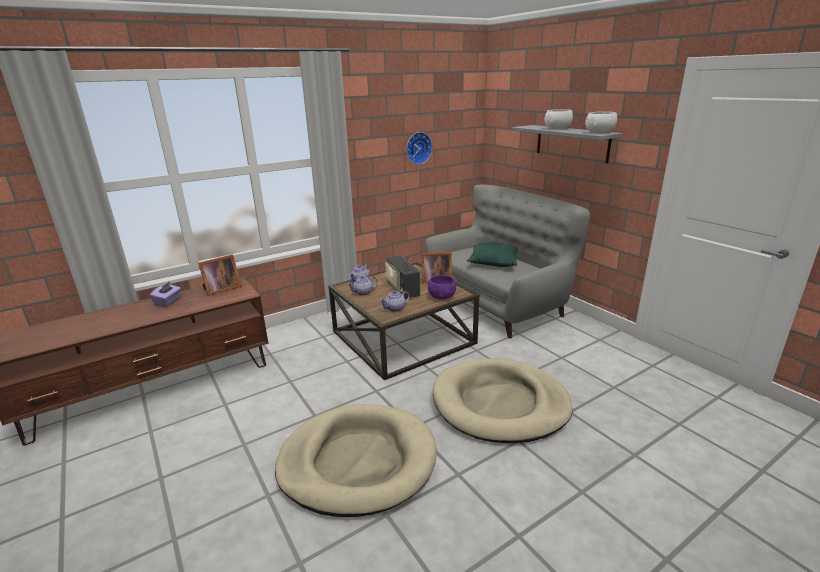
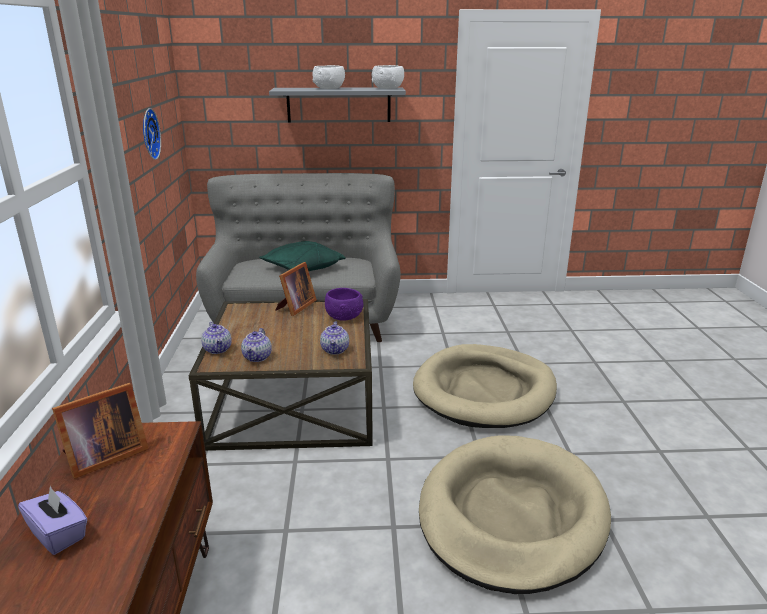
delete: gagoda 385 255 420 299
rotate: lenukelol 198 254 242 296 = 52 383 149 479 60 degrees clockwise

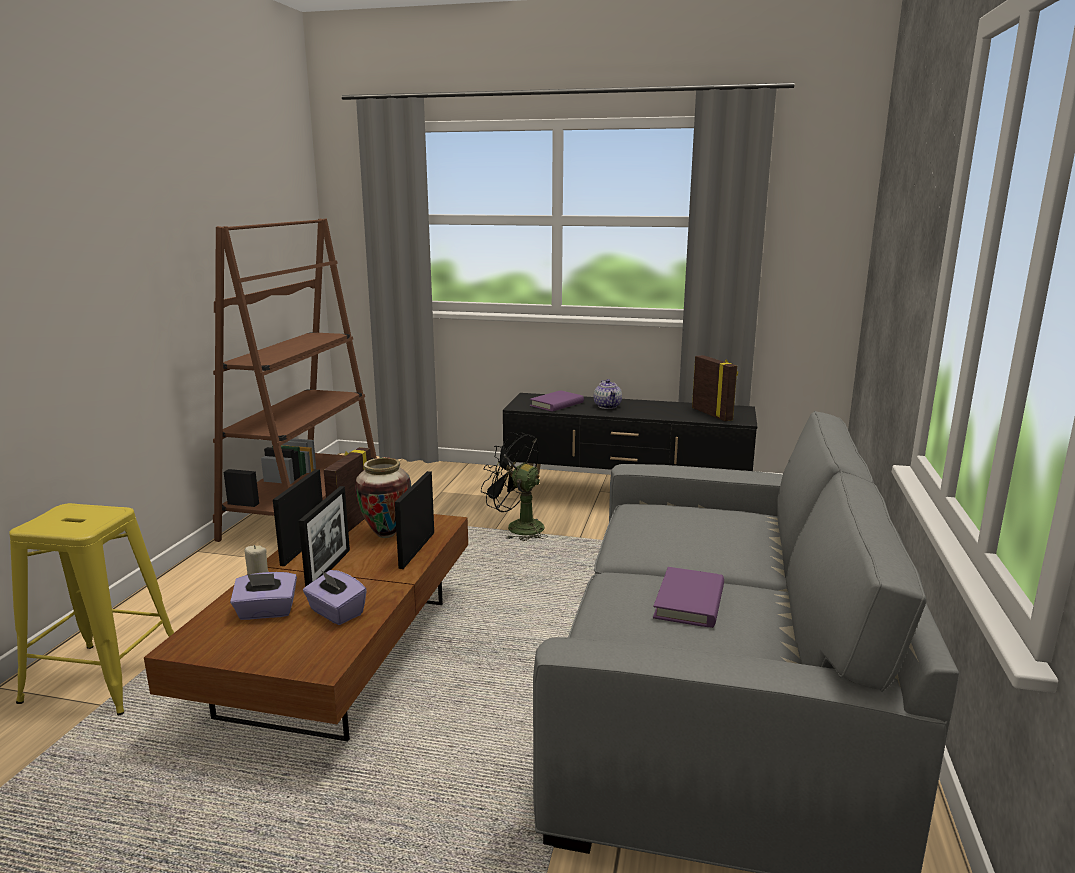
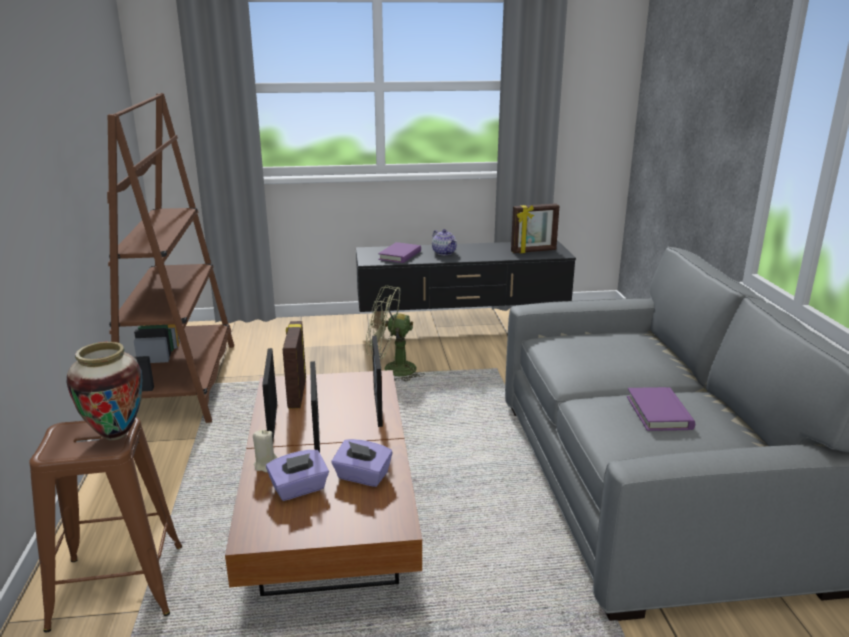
move: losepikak 355 458 411 538 to 67 341 142 440
recolor: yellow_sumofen 9 503 174 715 to brown_sumofen 29 417 182 633; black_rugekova 481 432 548 541 to green_rugekova 366 286 425 382
rotate: lenukelol 692 355 738 421 = 511 203 560 253 120 degrees clockwise

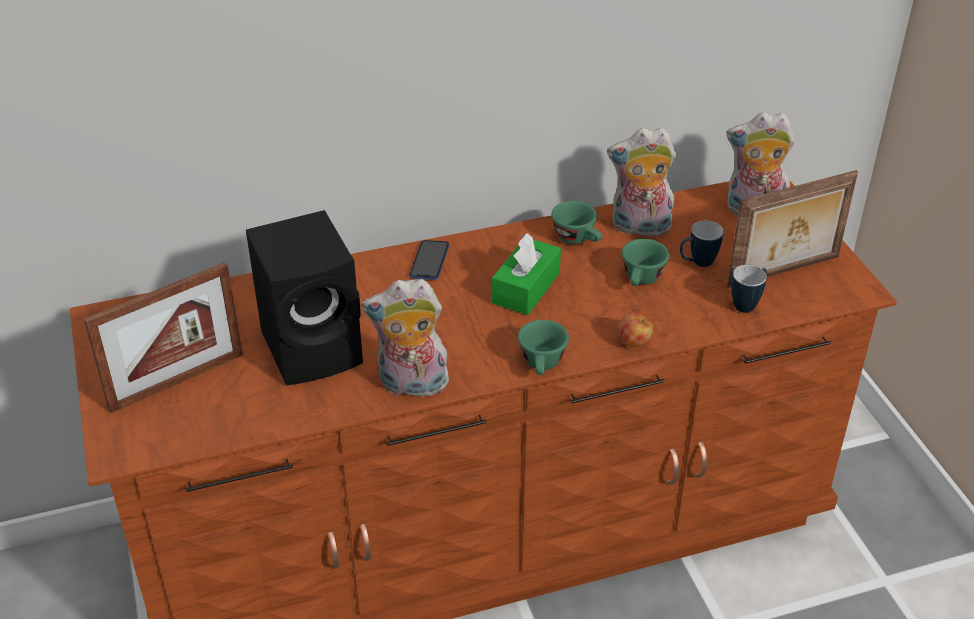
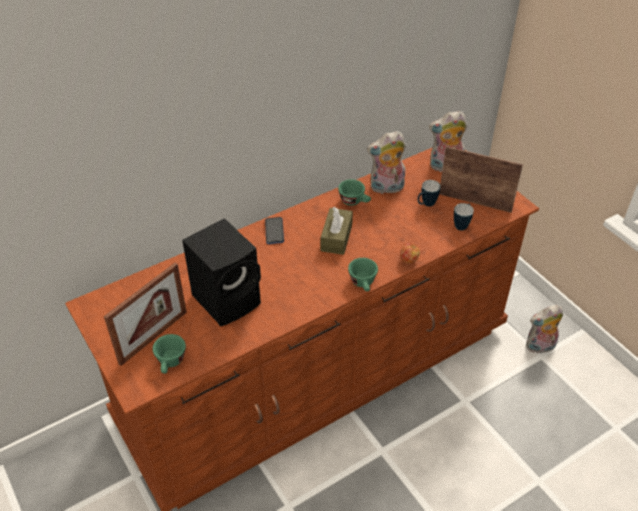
move: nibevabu 361 279 449 397 to 526 305 563 353; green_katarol 622 239 669 286 to 153 334 186 374
recolor: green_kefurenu 492 233 561 315 to brown_kefurenu 321 207 353 255
rotate: lenukelol 727 170 858 288 = 439 146 523 213 120 degrees counterclockwise

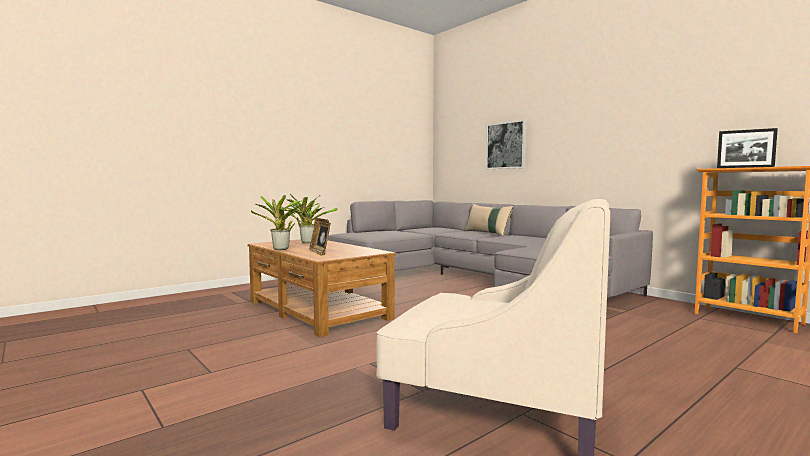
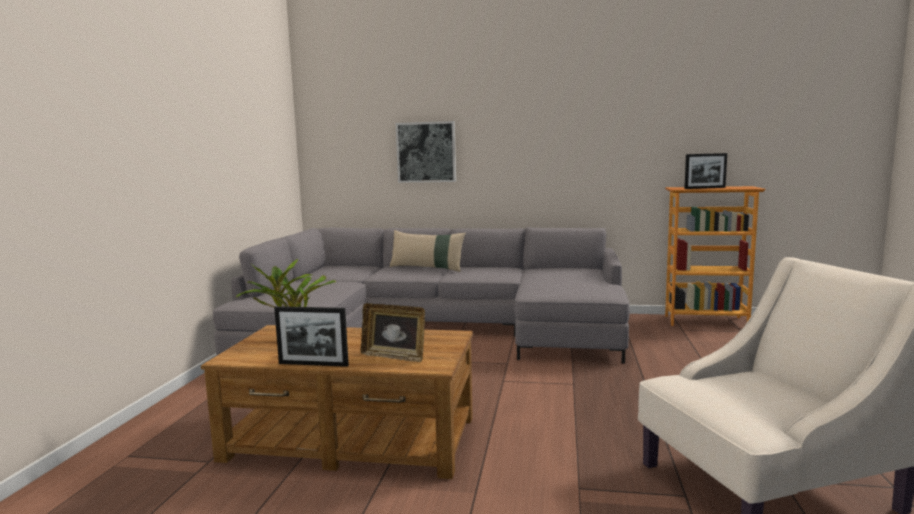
replace: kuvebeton 251 195 304 250 to lenukelol 274 306 349 367

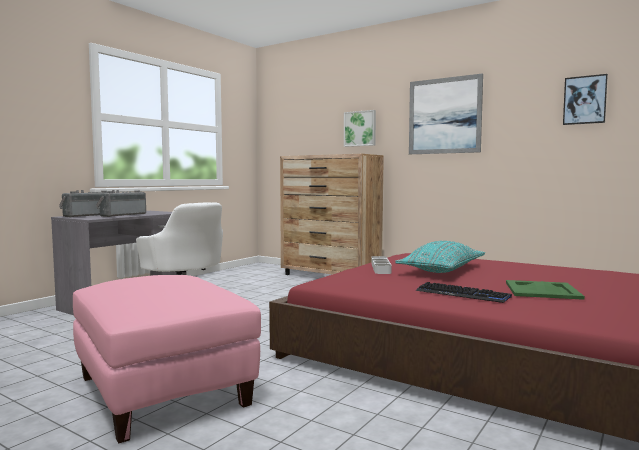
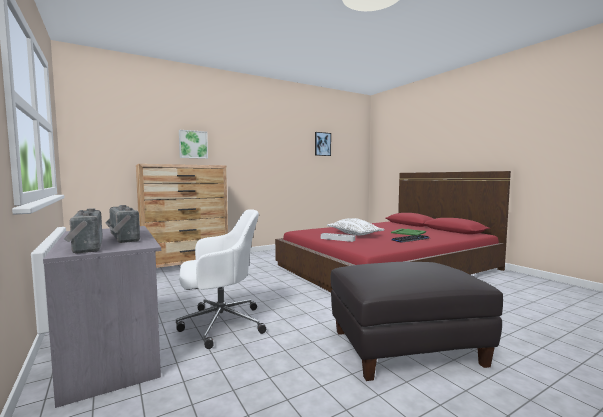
delete: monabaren 409 73 483 154
recolor: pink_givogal 73 275 261 444 to black_givogal 331 262 503 381; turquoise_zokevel 395 241 485 273 to white_zokevel 327 218 385 236

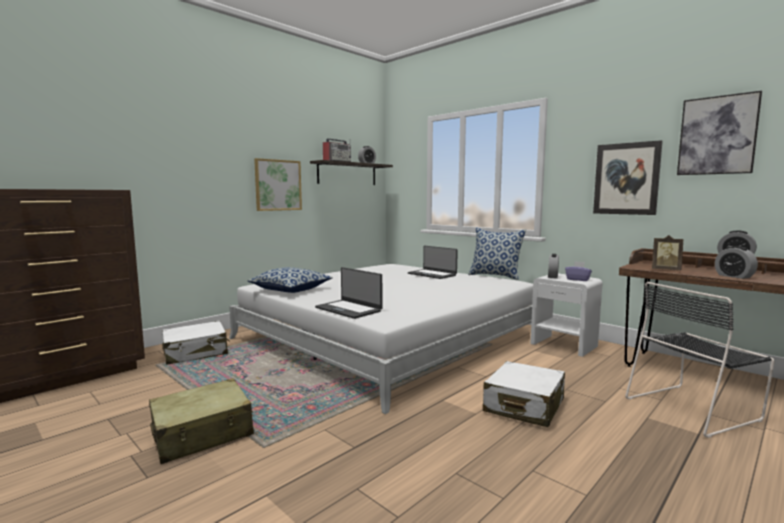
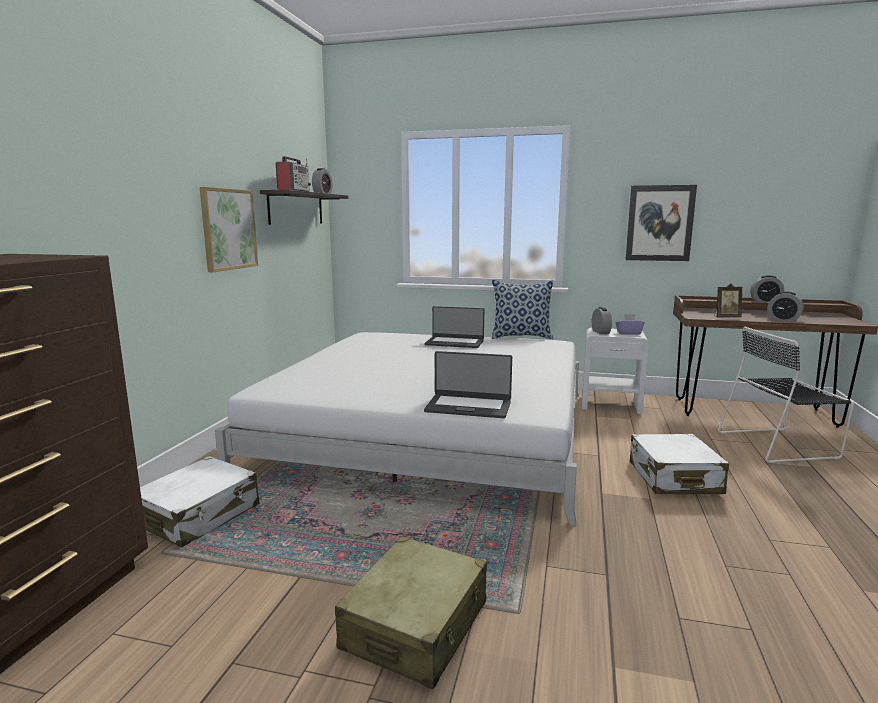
delete: zokevel 248 267 333 293; monabaren 677 90 762 175
rotate: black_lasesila 625 282 775 438 = 718 327 854 463 45 degrees clockwise

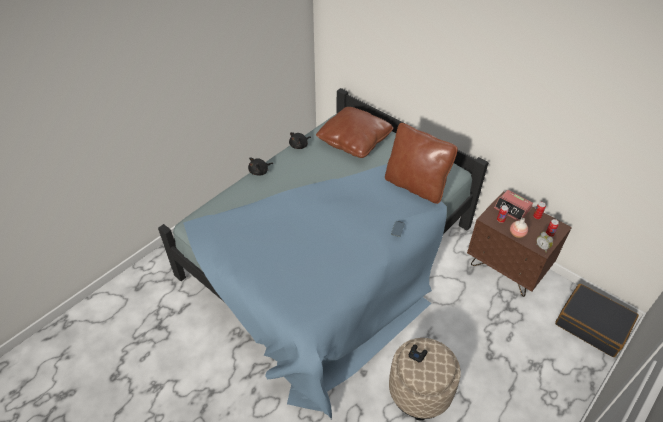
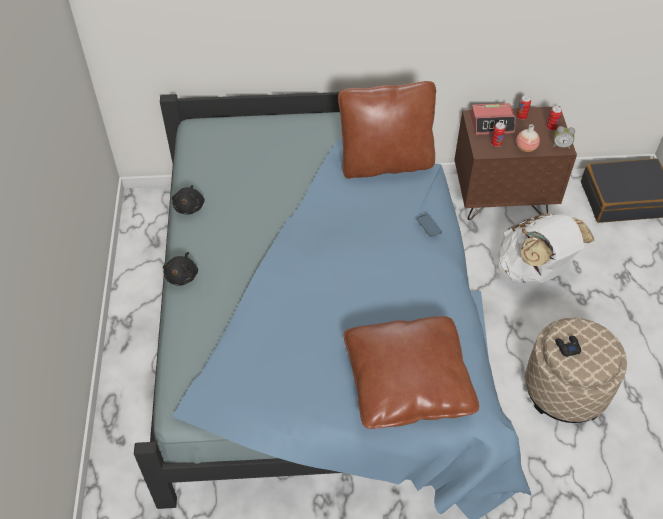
insert: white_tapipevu 497 213 595 284
move: brown_zokevel 316 107 394 158 to 344 316 479 429

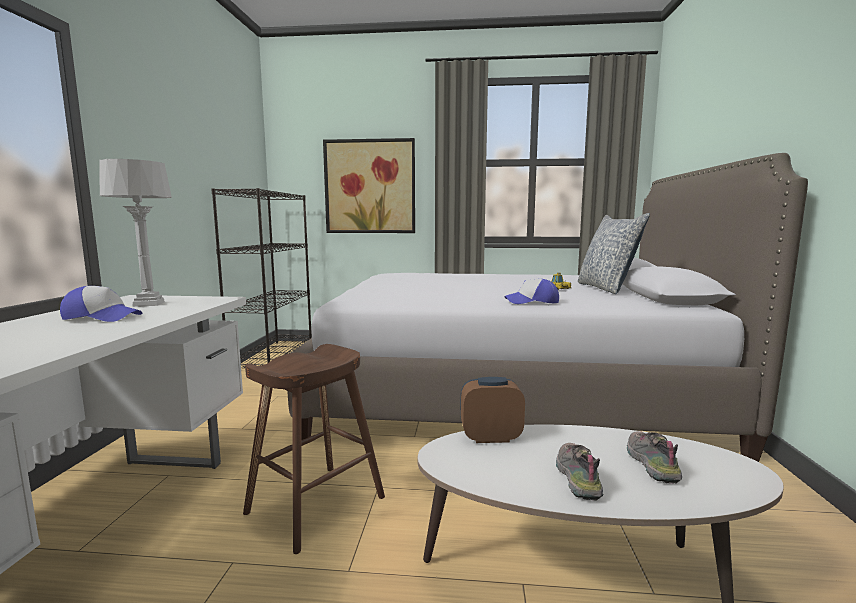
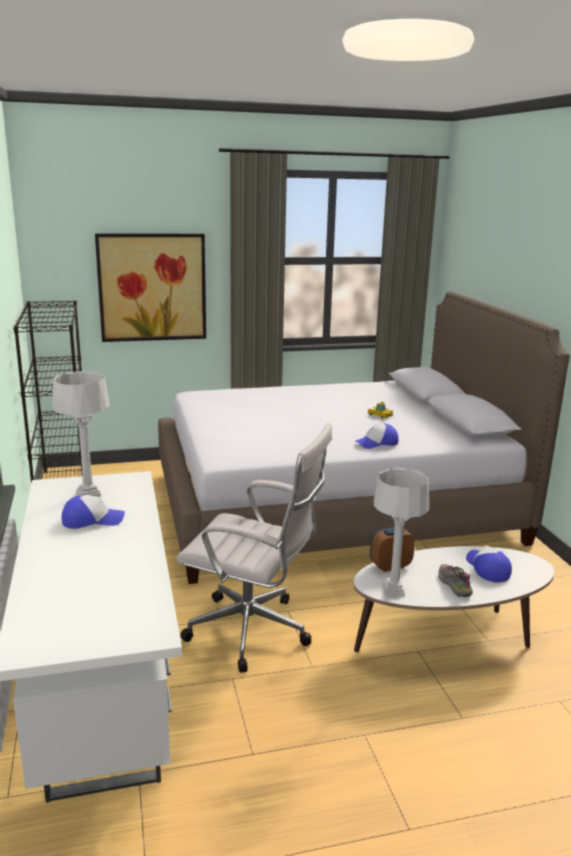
delete: zokevel 578 213 650 294
insert: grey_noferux 374 468 429 597
replace: brown_sumofen 243 344 385 554 to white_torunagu 176 423 332 672; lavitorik 627 431 682 484 to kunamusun 466 545 512 583

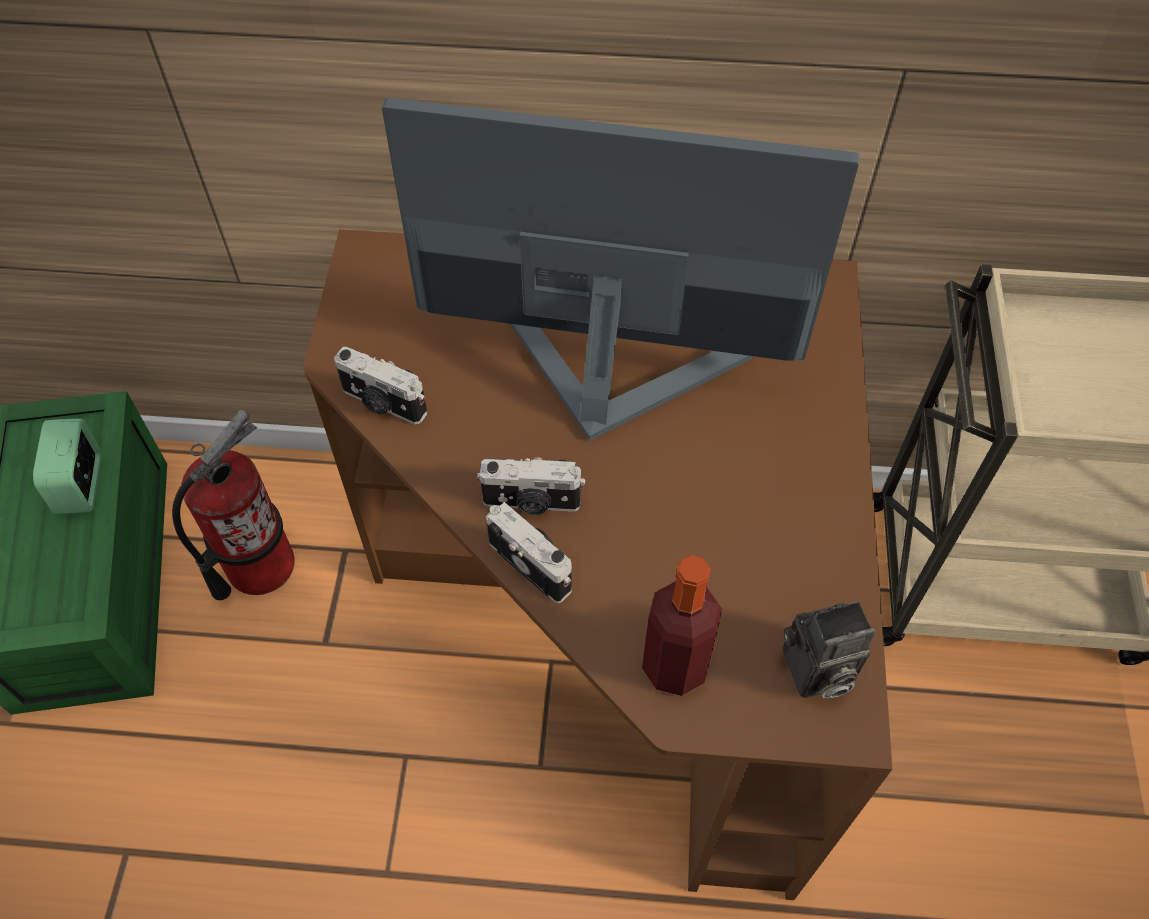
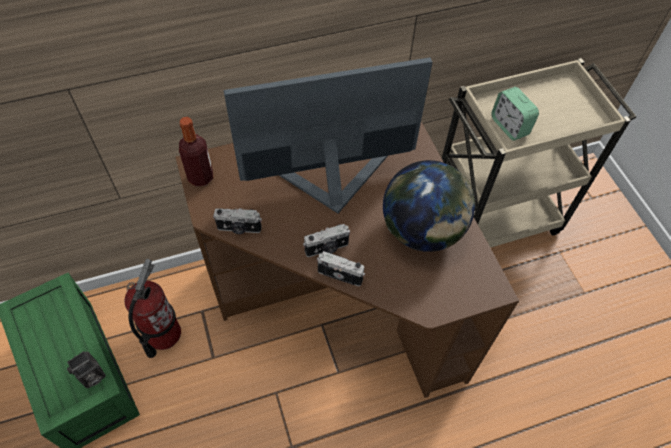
insert: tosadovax 383 160 475 252
move: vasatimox 33 419 101 514 to 491 87 539 141; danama 642 555 722 696 to 179 117 213 187; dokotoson 782 601 876 698 to 67 351 106 389

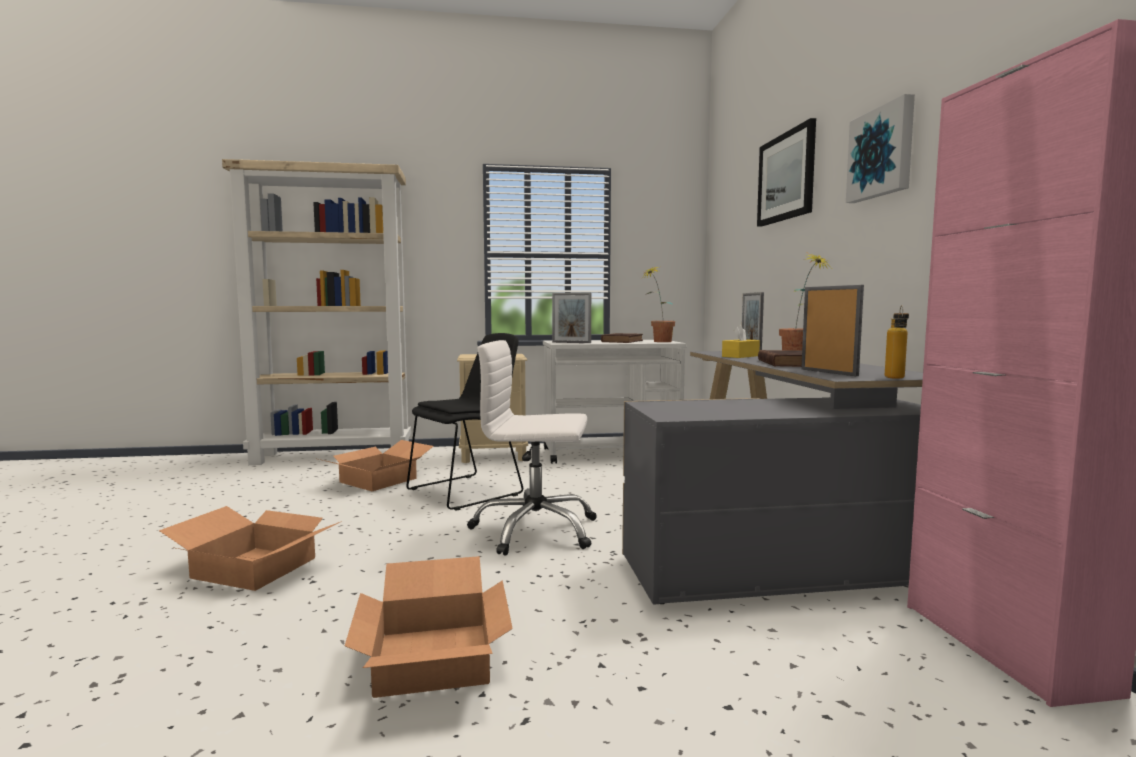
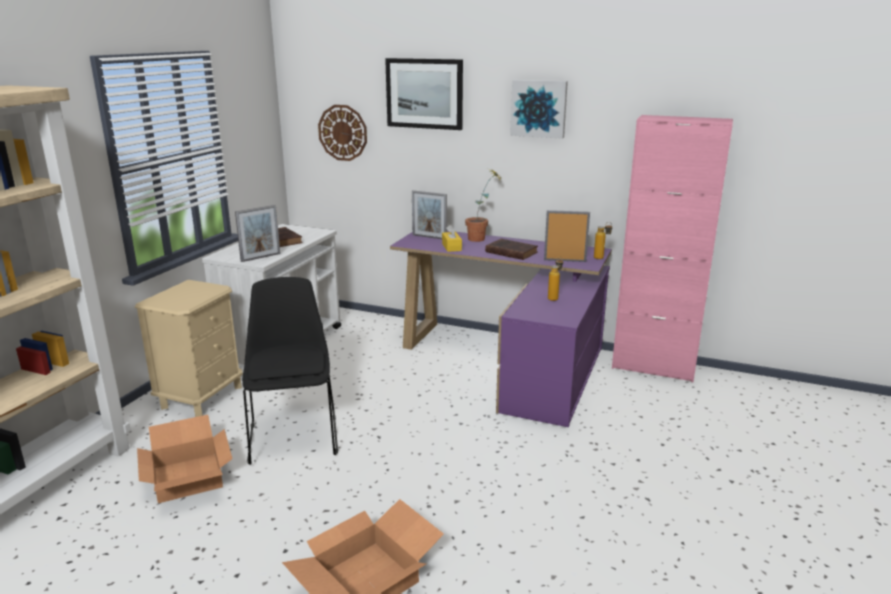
delete: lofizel 345 556 513 698; white_torunagu 467 340 597 556; kuvebeton 642 266 675 342
insert: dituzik 318 105 367 161; danama 548 256 563 301
recolor: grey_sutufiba 622 351 923 605 to purple_sutufiba 390 231 612 427

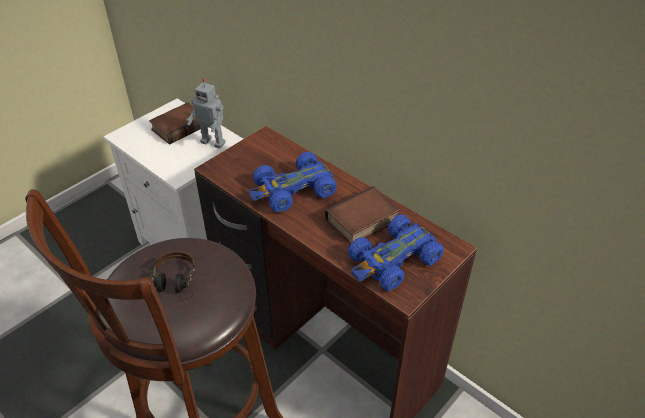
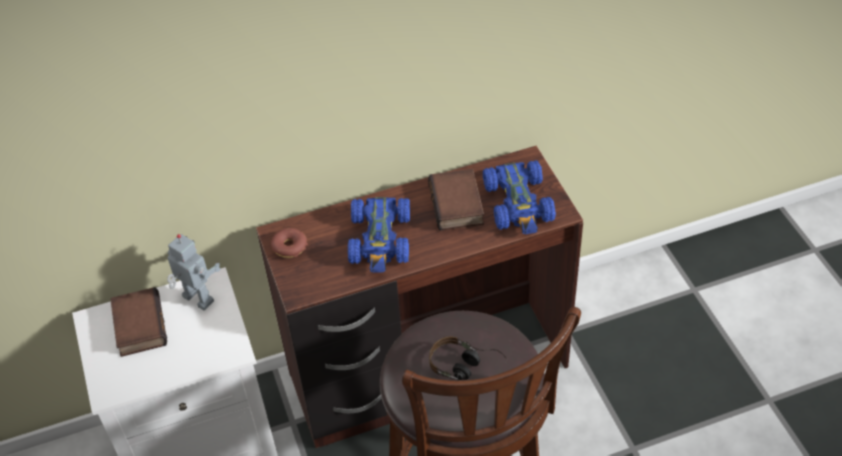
insert: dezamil 271 228 308 258
rotate: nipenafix 187 79 226 149 = 167 234 221 310 105 degrees counterclockwise

